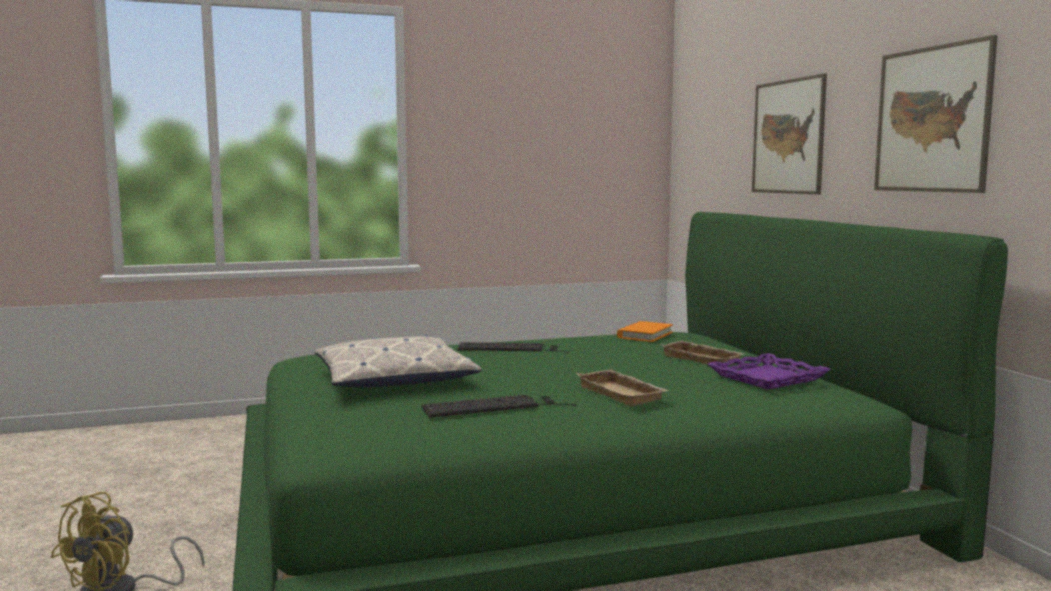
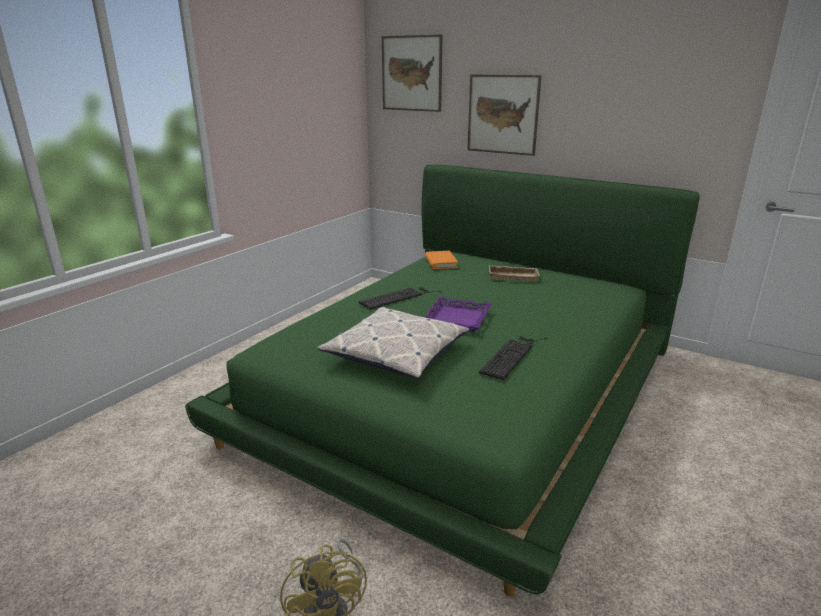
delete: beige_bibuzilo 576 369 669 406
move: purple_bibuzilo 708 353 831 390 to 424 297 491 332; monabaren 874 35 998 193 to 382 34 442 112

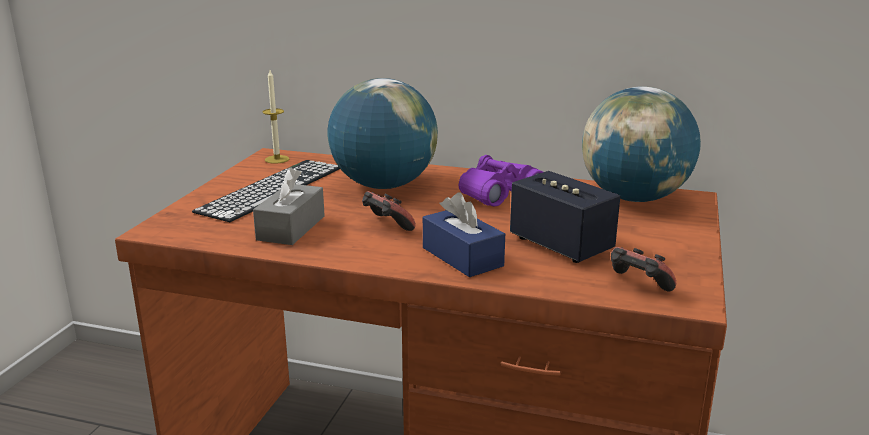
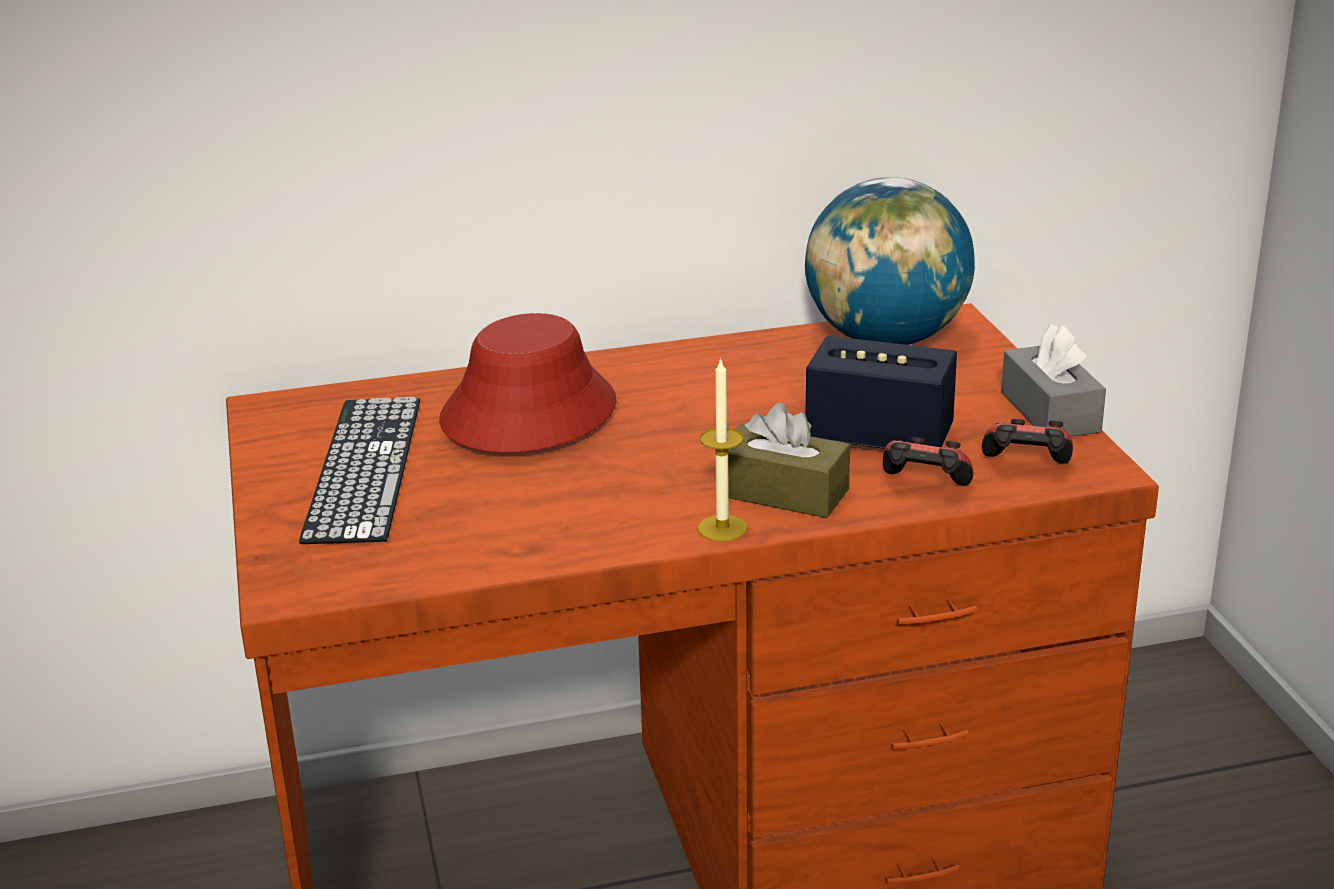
delete: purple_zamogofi 459 155 543 206
move: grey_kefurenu 253 168 325 245 to 1001 324 1106 437; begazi 263 70 290 164 to 697 358 748 541; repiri 362 191 416 231 to 883 437 973 485
replace: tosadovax 327 78 438 189 to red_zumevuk 439 313 617 453
recolor: blue_kefurenu 423 192 505 277 to brown_kefurenu 728 403 850 518

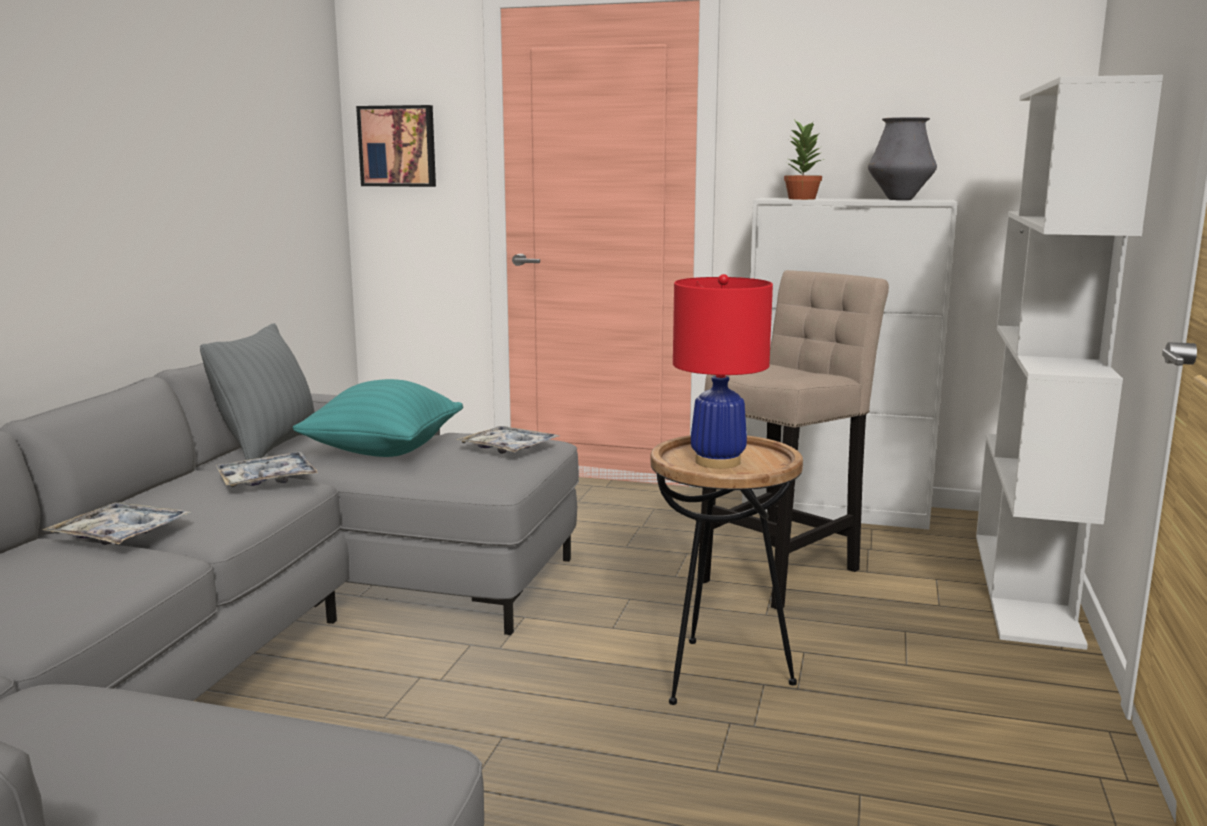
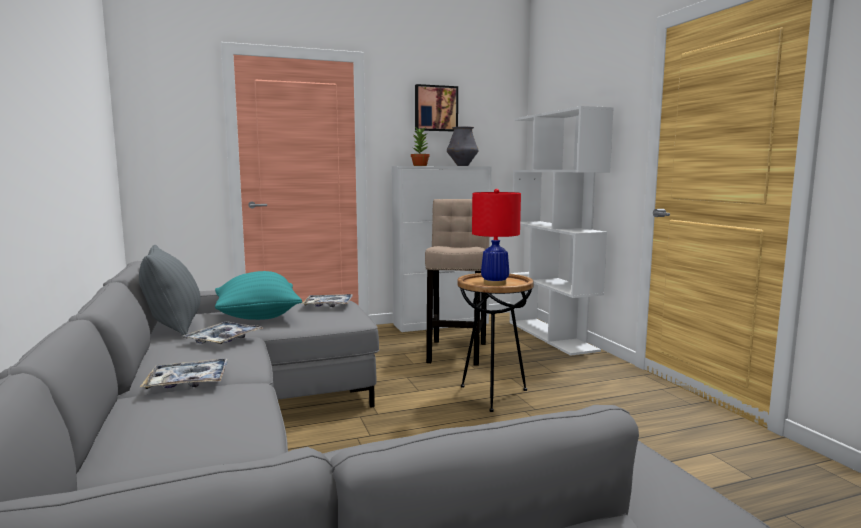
move: monabaren 356 105 436 187 to 415 84 458 131

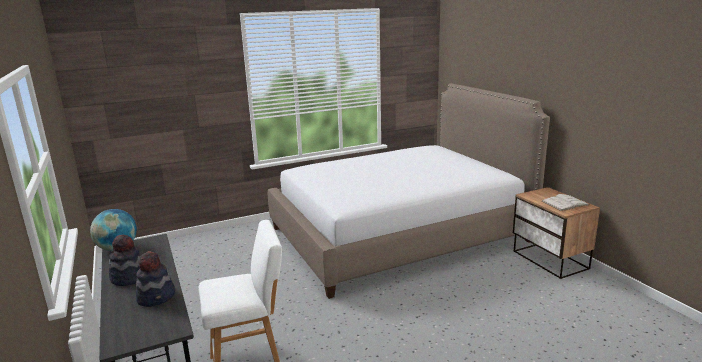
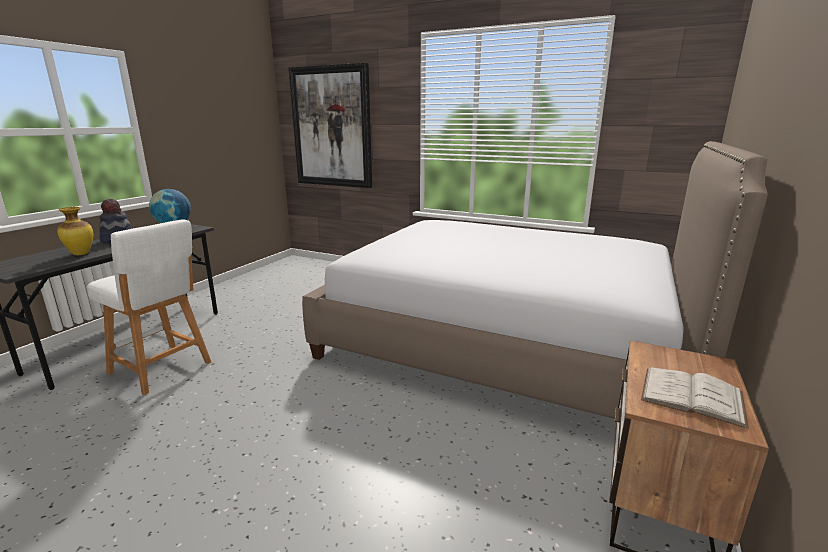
insert: monabaren 289 63 372 188
replace: zumevuk 136 251 175 307 to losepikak 57 207 93 255

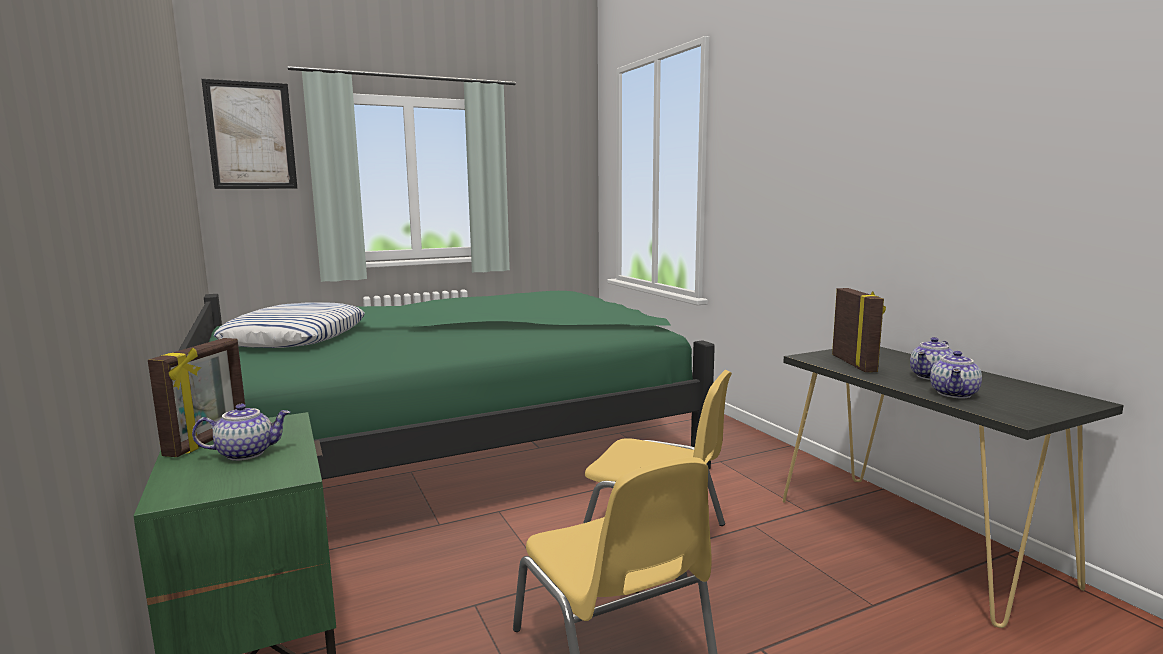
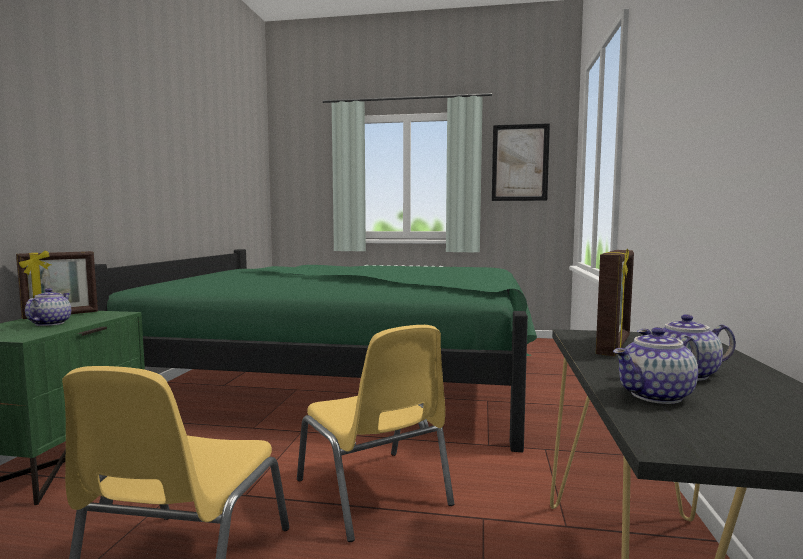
delete: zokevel 214 302 365 348
move: monabaren 201 79 298 189 to 492 123 550 201
rotate: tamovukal 192 404 290 461 = 25 288 71 326 105 degrees counterclockwise

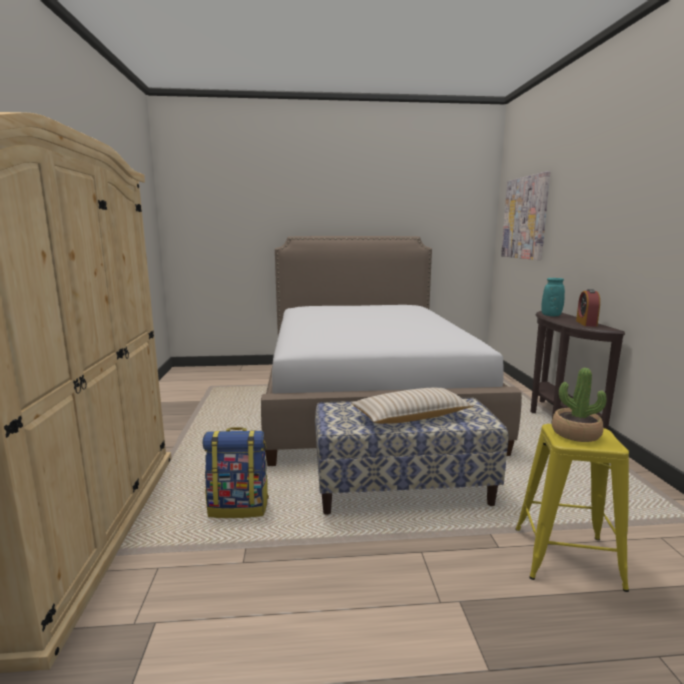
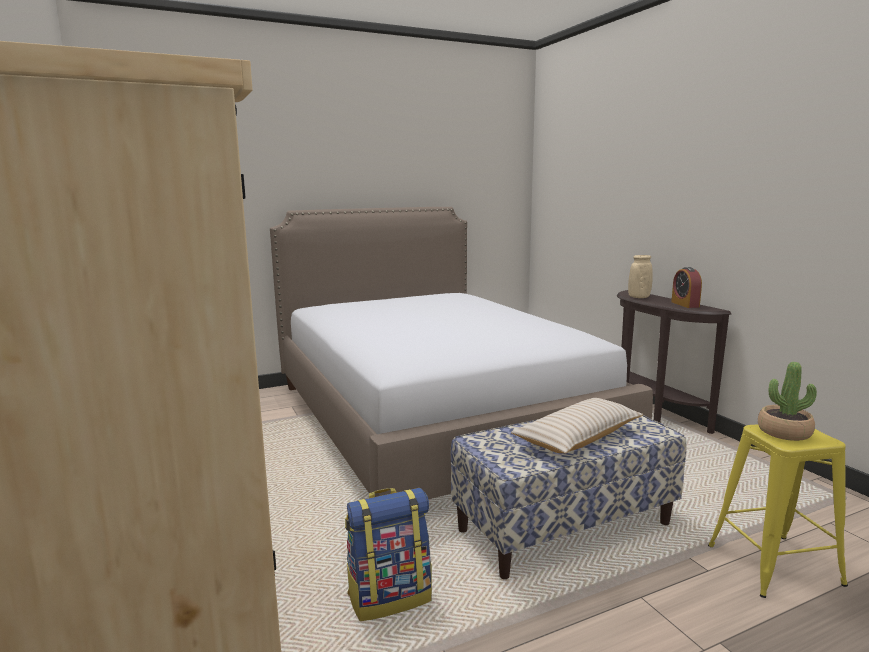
delete: monabaren 501 171 550 260
recolor: turquoise_losepikak 541 278 565 316 to beige_losepikak 628 255 653 298

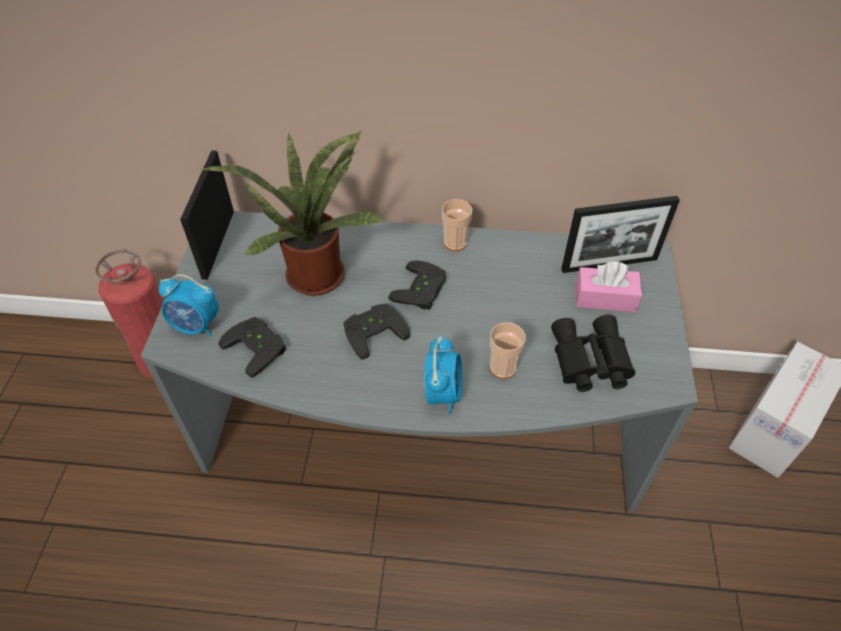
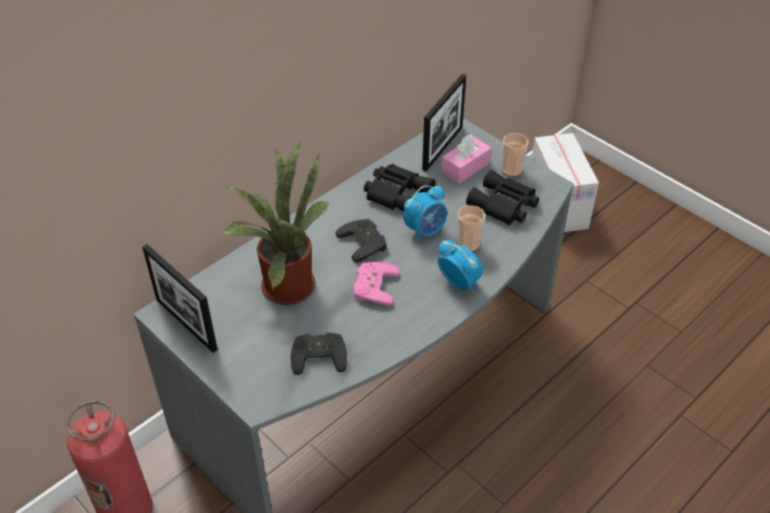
insert: black_zamogofi 364 164 436 211
move: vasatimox 159 274 219 336 to 403 185 447 242; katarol 442 199 472 251 to 502 133 528 177
recolor: black_repiri 343 303 410 360 to pink_repiri 354 262 400 306

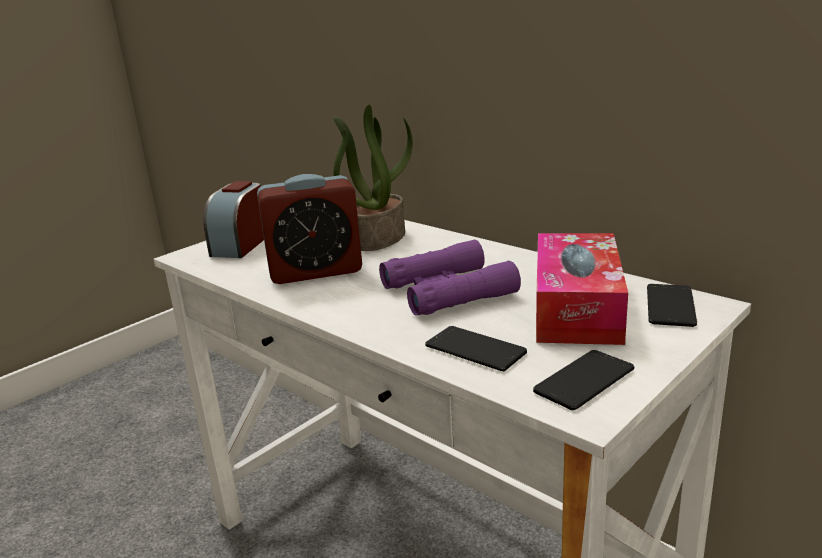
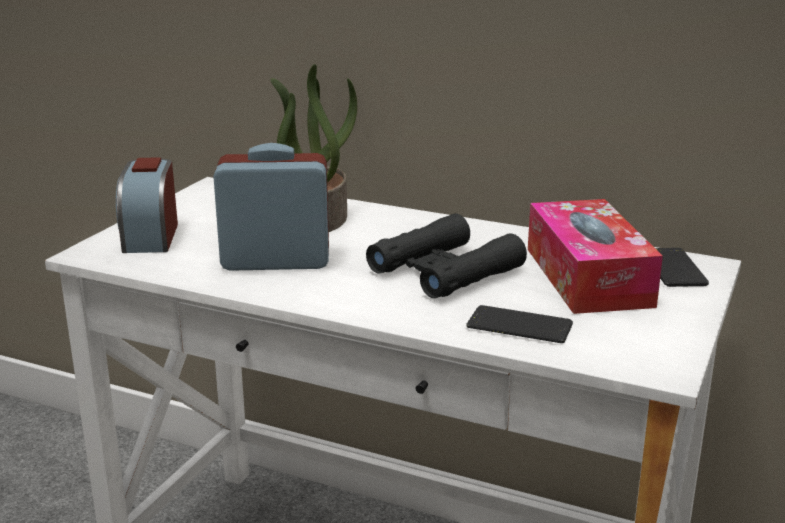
delete: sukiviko 533 350 634 410
recolor: purple_zamogofi 379 240 521 316 to black_zamogofi 366 214 527 298
rotate: vasatimox 257 174 362 284 = 213 143 329 271 150 degrees counterclockwise

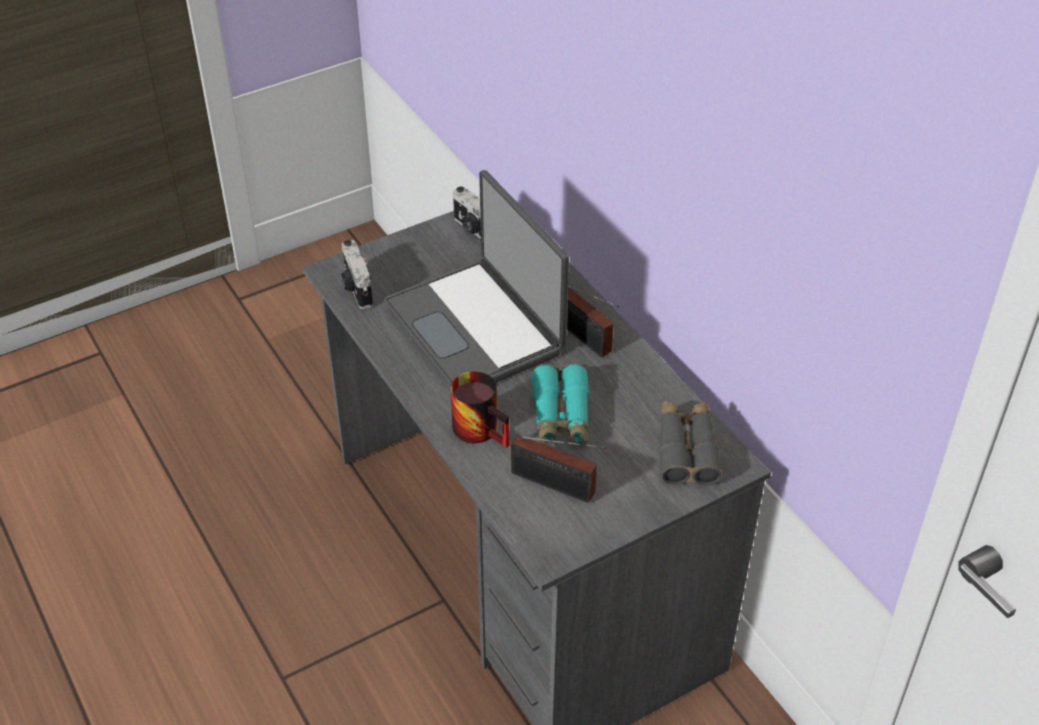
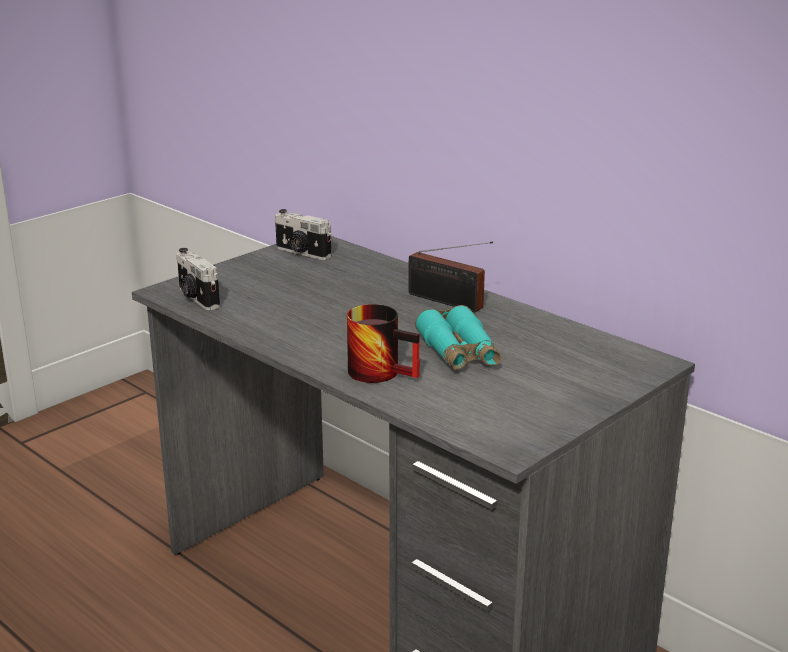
delete: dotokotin 384 170 569 386; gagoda 511 435 607 503; grey_zamogofi 659 401 722 485

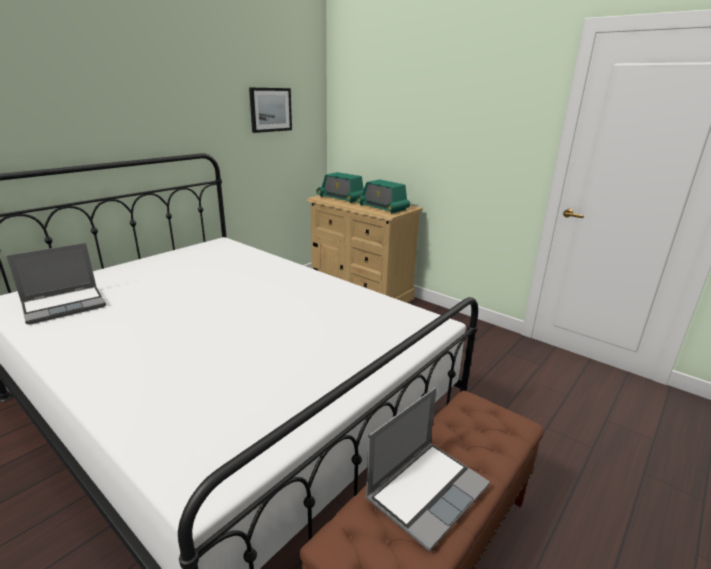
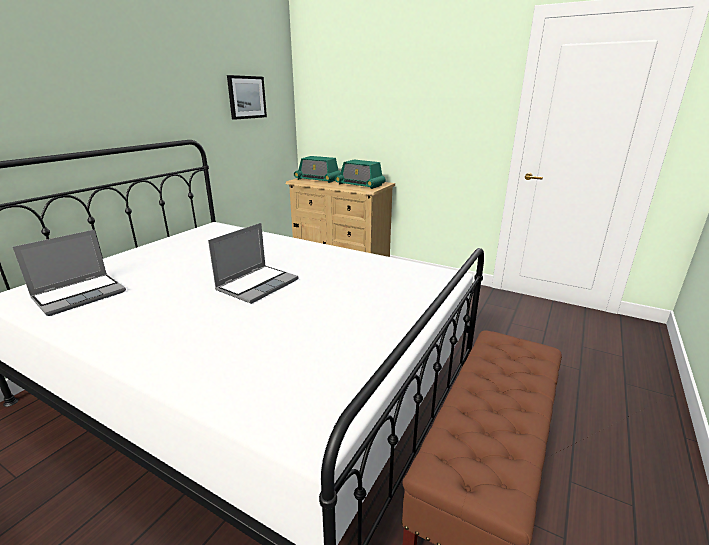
move: dotokotin 365 387 490 552 to 208 223 298 304

